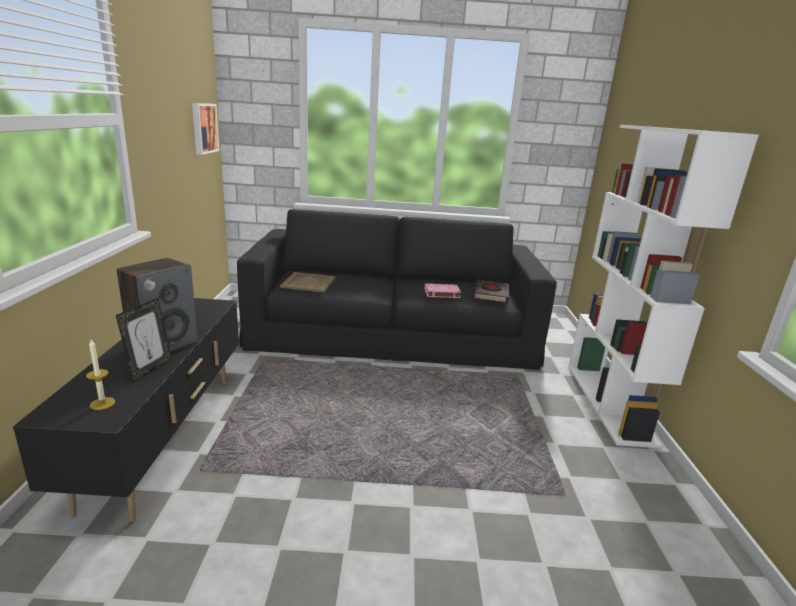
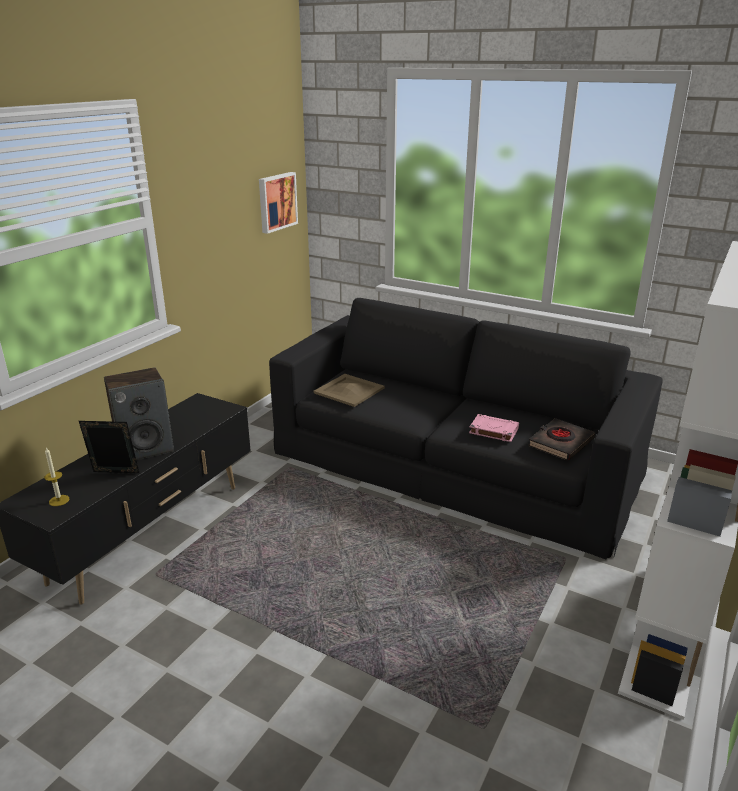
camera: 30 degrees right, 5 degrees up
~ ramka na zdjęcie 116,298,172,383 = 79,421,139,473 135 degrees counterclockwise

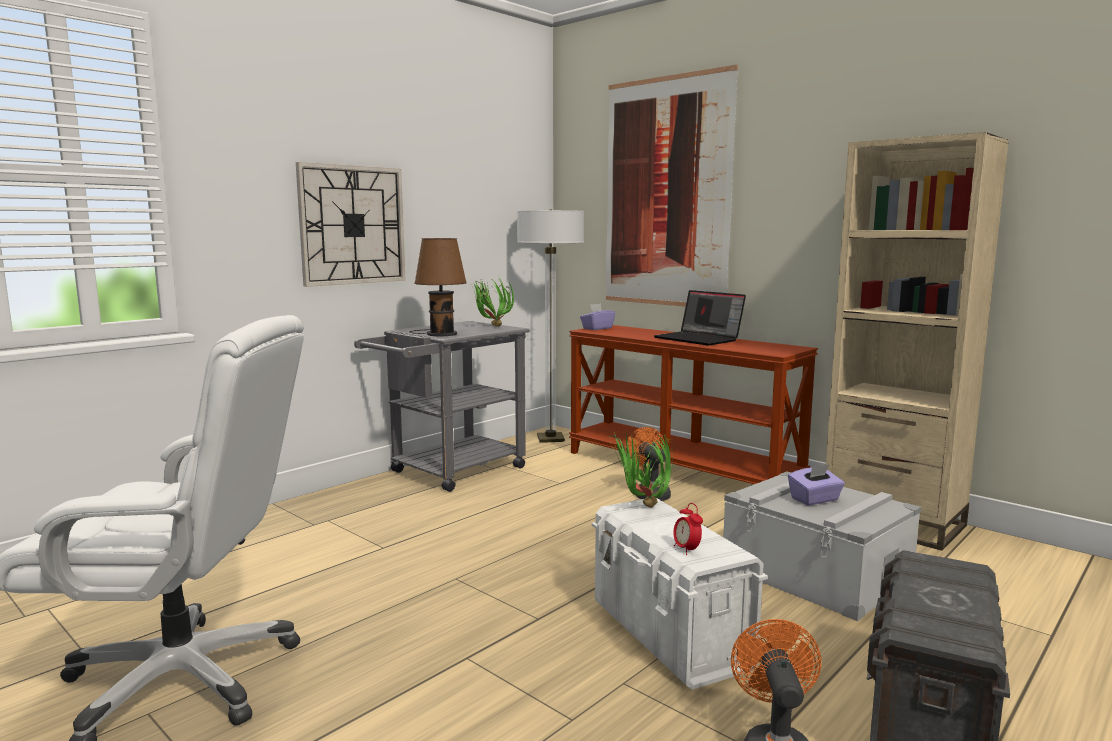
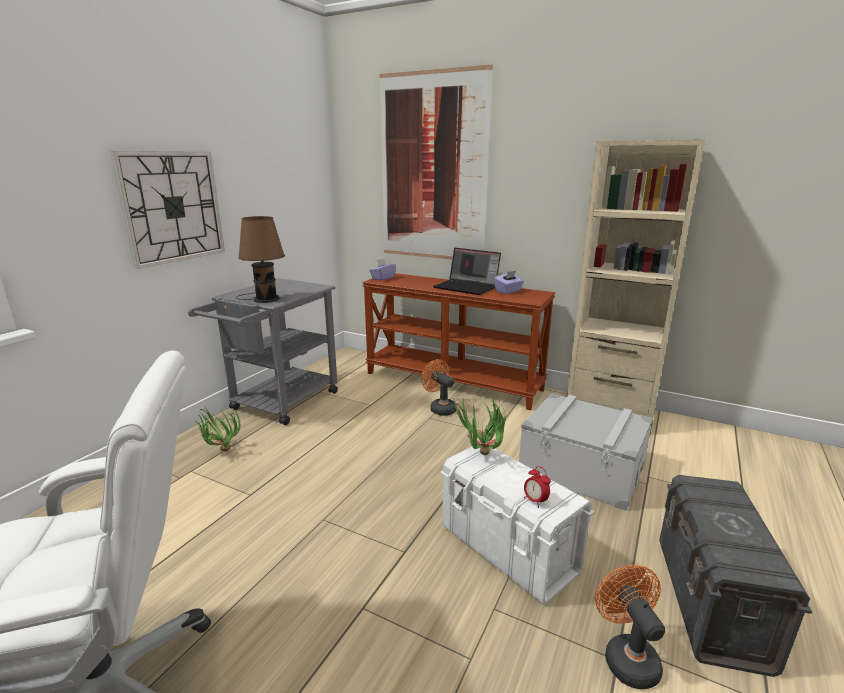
camera: 15 degrees left, 10 degrees up
- lampa stojąca 517,210,584,443
~ roślina doniczkowa 473,277,514,327 to 192,407,240,452
~ pudełko chusteczek/fioletowy 788,464,845,505 to 494,271,524,294

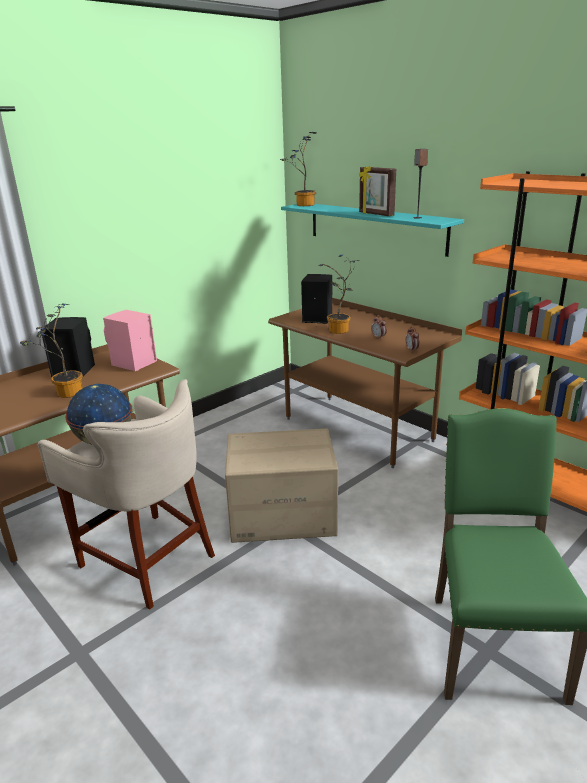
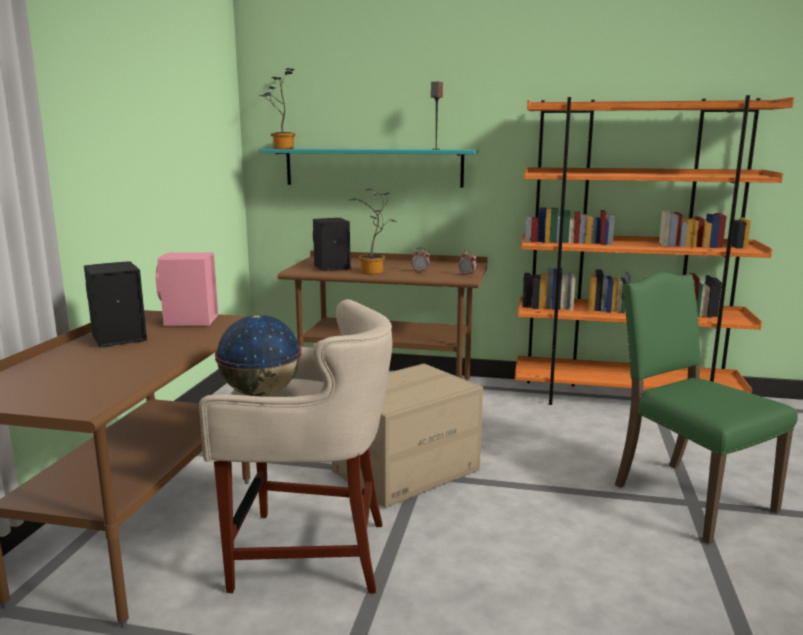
camera: 35 degrees left, 10 degrees down
- ramka na zdjęcie 359,166,396,216
- roślina doniczkowa 20,303,83,398

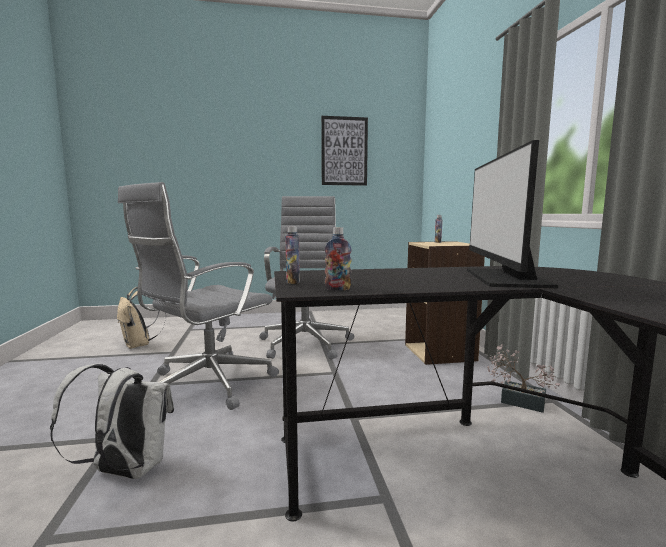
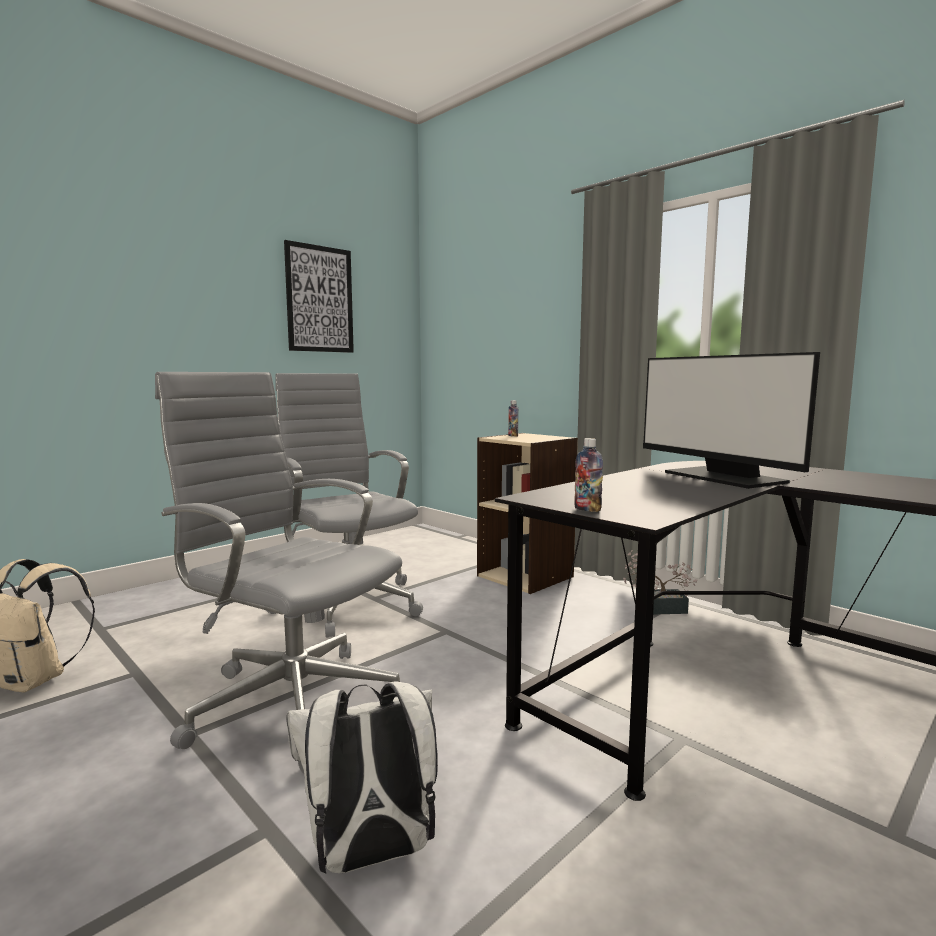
camera: 35 degrees left, 0 degrees up
~ krzesło biurowe/szary 118,182,279,410 = 155,372,402,774 120 degrees clockwise
- butelka 325,227,352,291

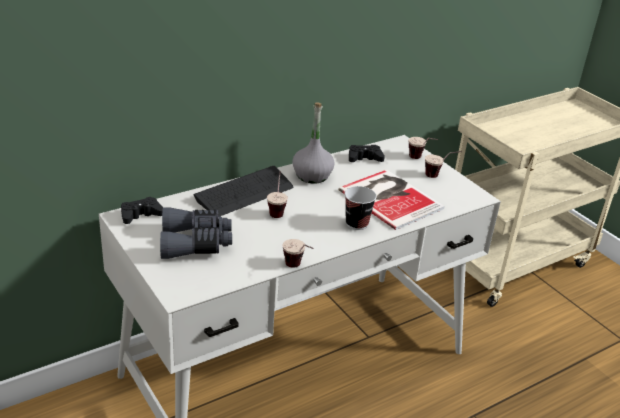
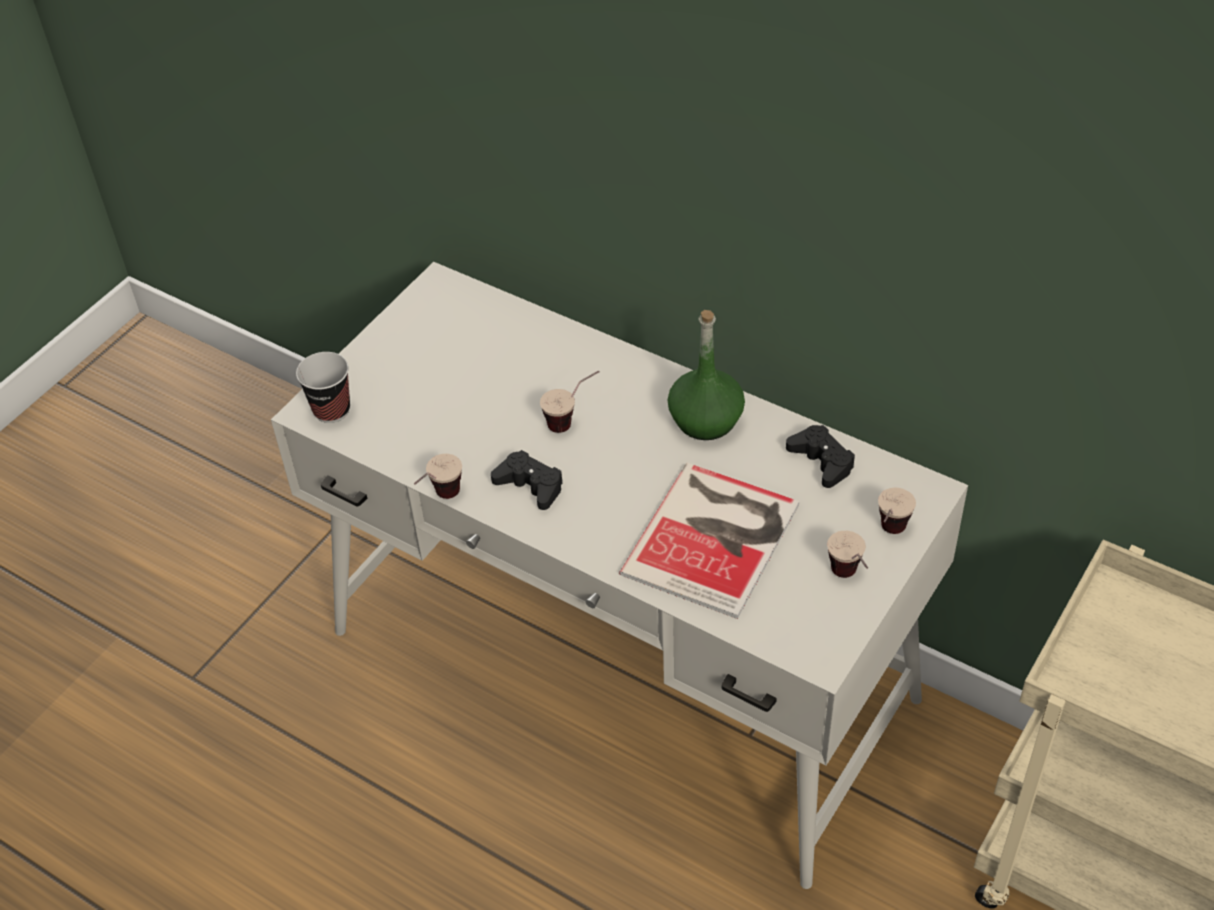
camera: 70 degrees right, 15 degrees up
~ butelka/szary 292,102,335,184 to butelka/zielony 668,310,745,440
- klawiatura 193,166,293,216
~ filiżanka 345,186,377,230 to 296,352,350,423
~ pad do gier/czarny 121,197,163,224 to 491,450,563,510
- lornetka/szary 160,207,232,259

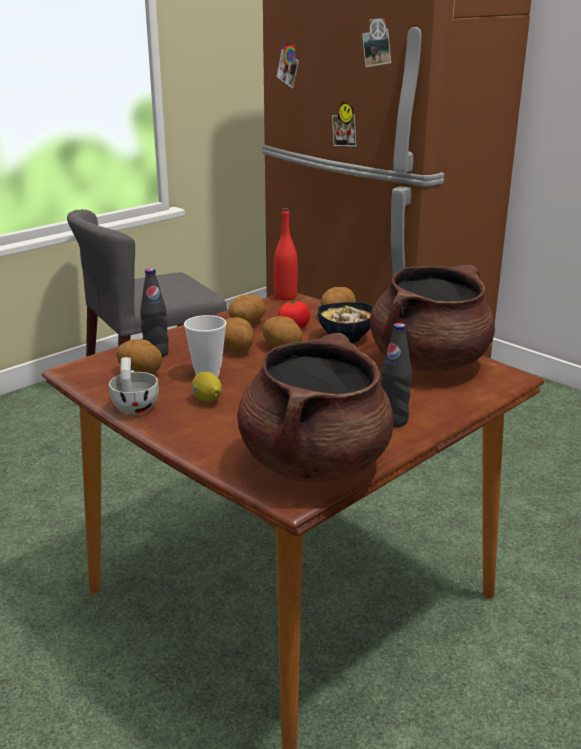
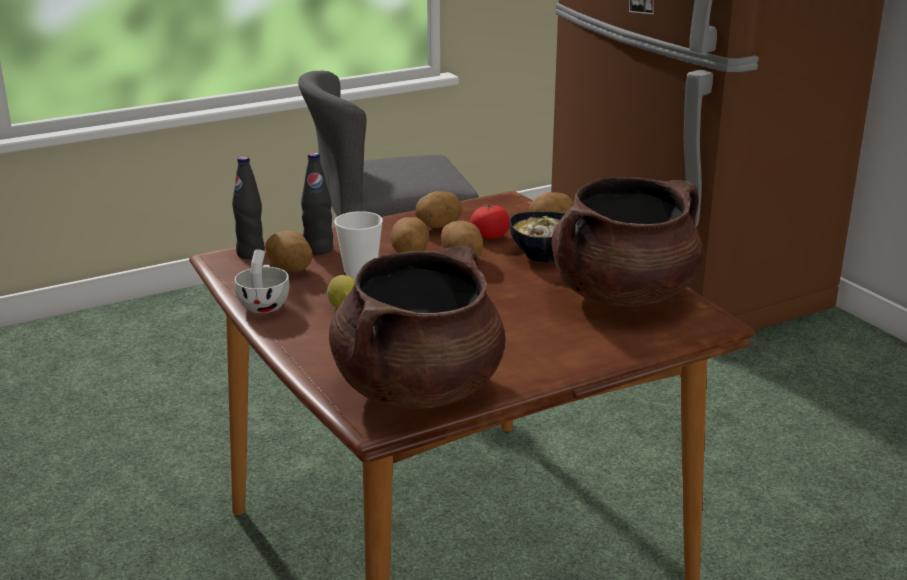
camera: 15 degrees right, 0 degrees up
- butelka/czerwony 274,208,298,300
~ butelka/czarny 381,323,412,427 to 232,156,265,259

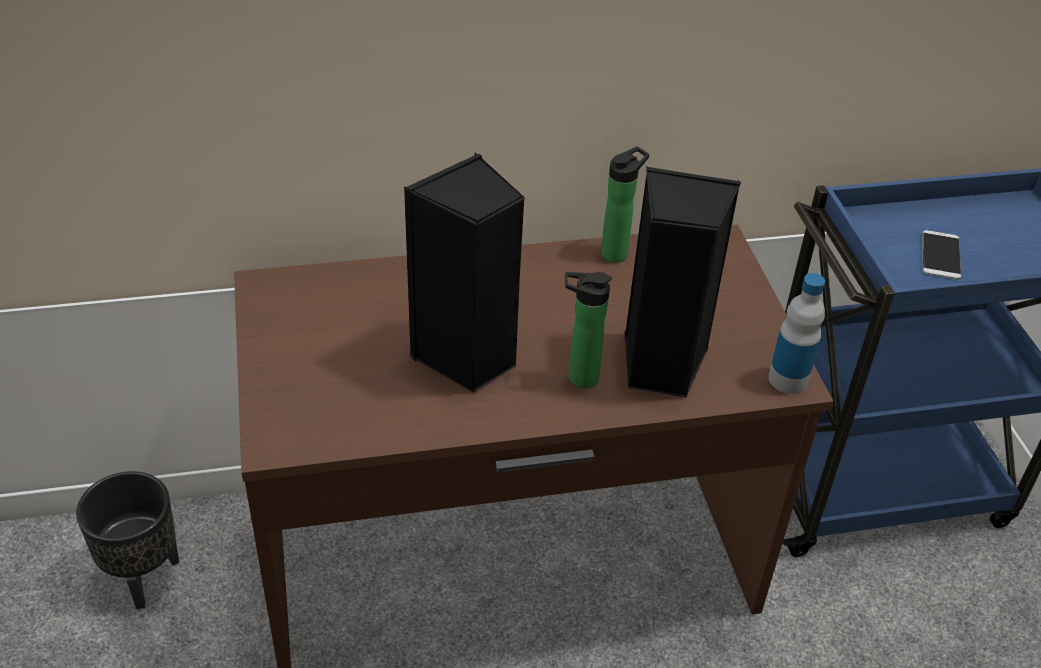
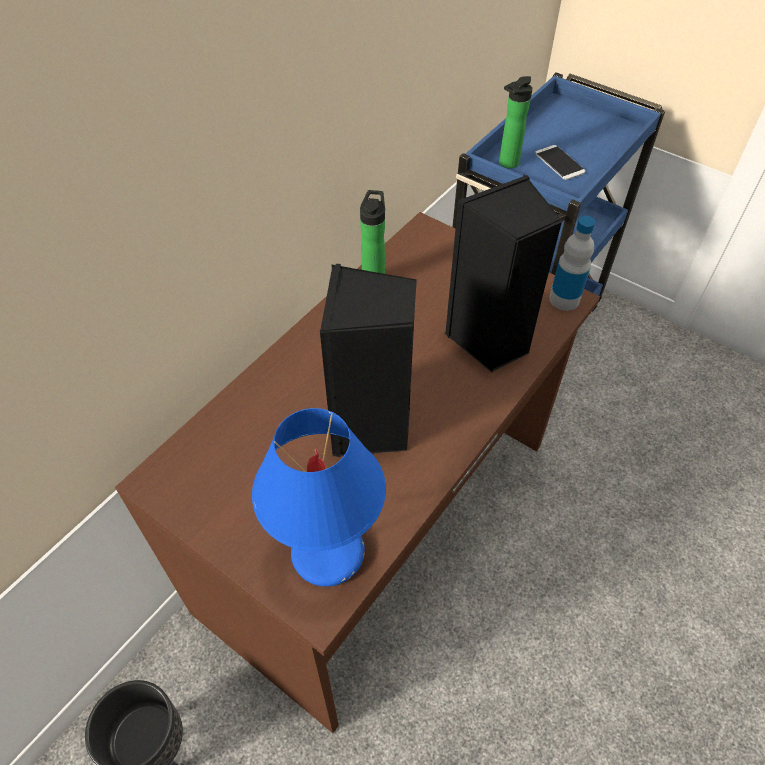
camera: 40 degrees left, 10 degrees up
~ butelka 565,272,612,388 to 499,76,533,169
+ lampa stołowa/niebieski 252,408,386,587

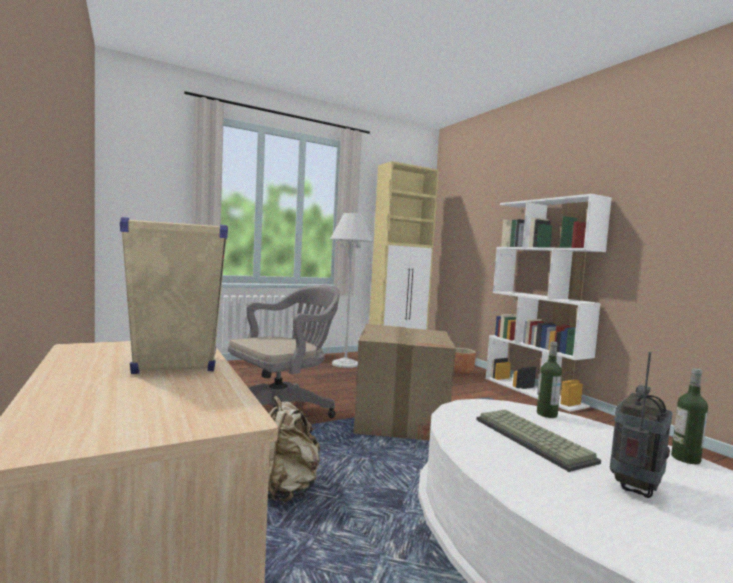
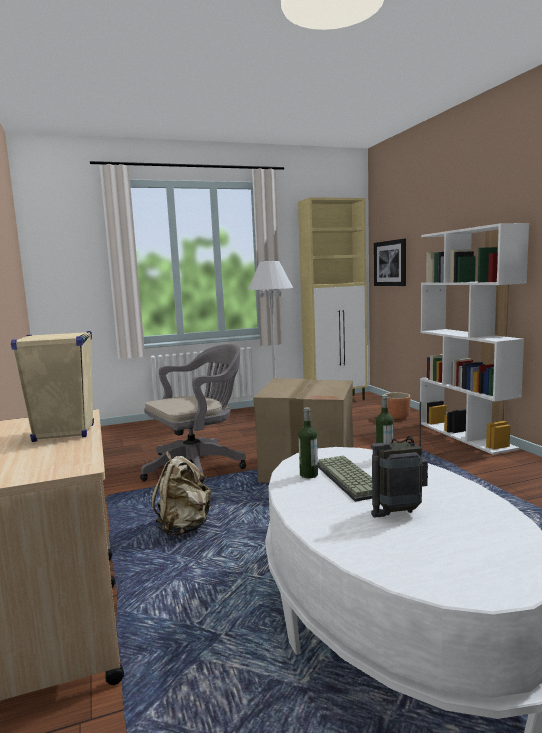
camera: 10 degrees right, 5 degrees up
~ radio 610,352,673,498 = 371,402,428,518 150 degrees counterclockwise
~ butelka 671,368,708,464 to 298,407,318,478
+ obraz 374,238,406,286

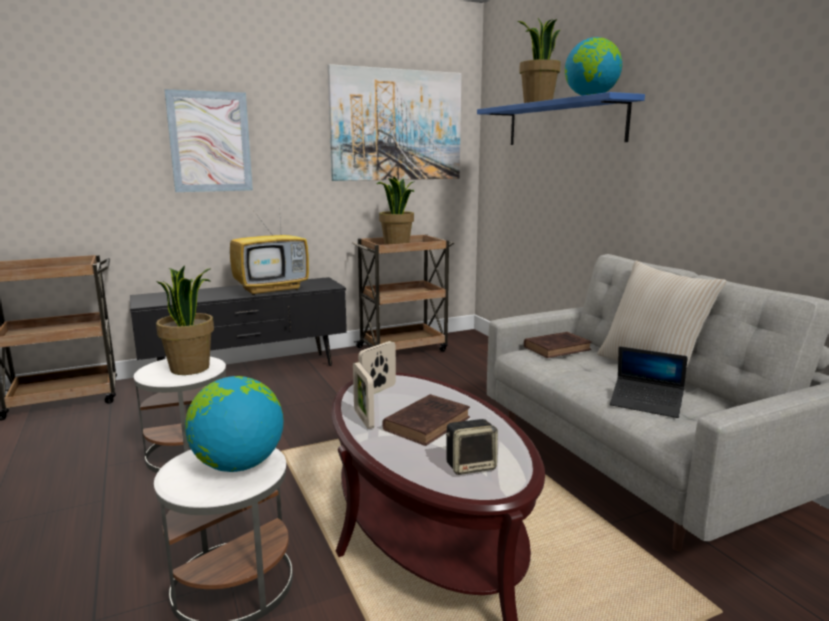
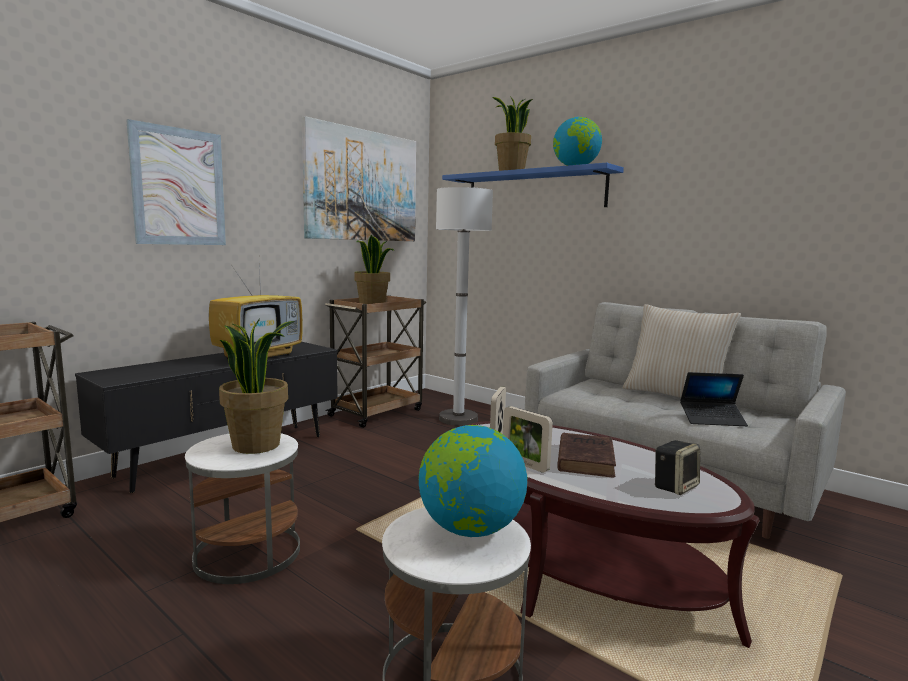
camera: 25 degrees left, 5 degrees down
- książka/brązowy 524,332,592,358
+ lampa stojąca/biały 436,187,493,426

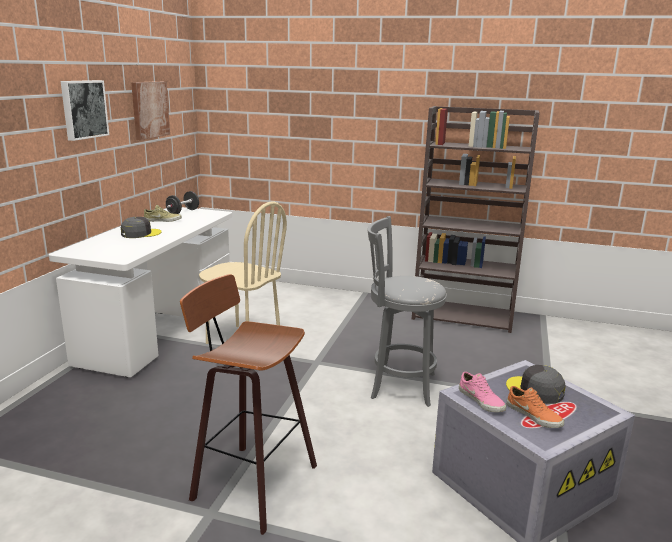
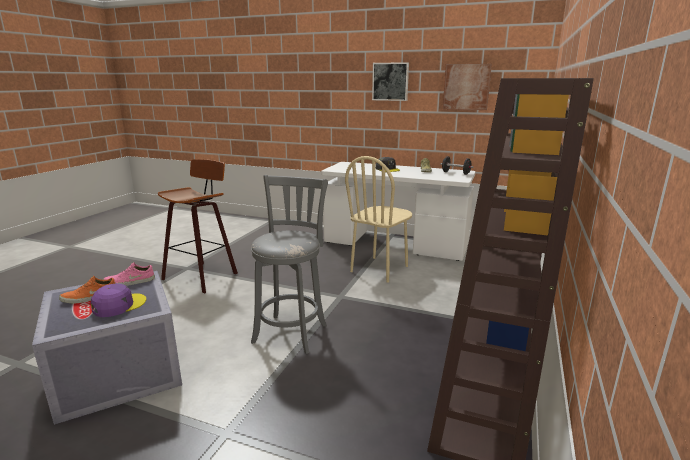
camera: 95 degrees right, 0 degrees up
~ czapka z daszkiem/szary 506,365,566,404 to czapka z daszkiem/fioletowy 91,283,146,317

